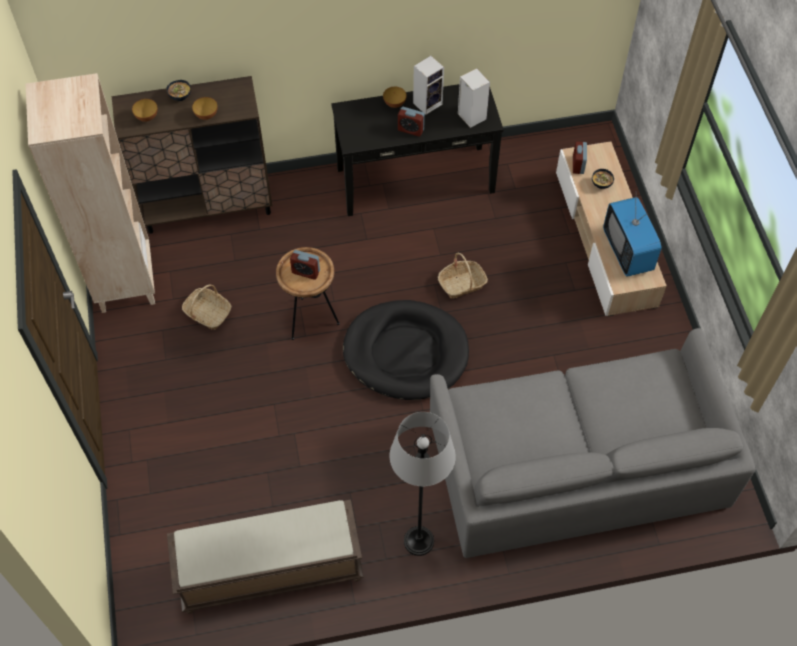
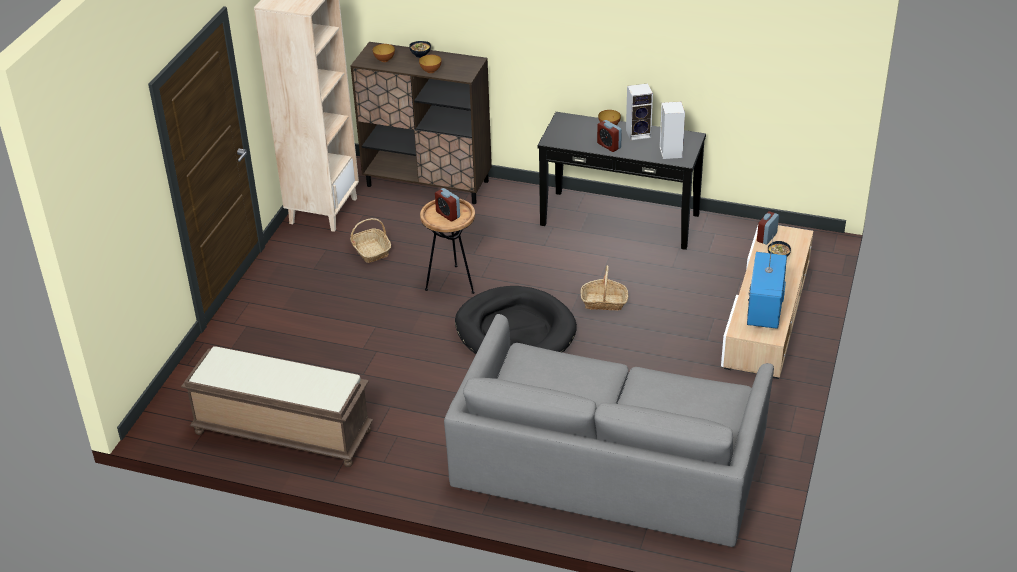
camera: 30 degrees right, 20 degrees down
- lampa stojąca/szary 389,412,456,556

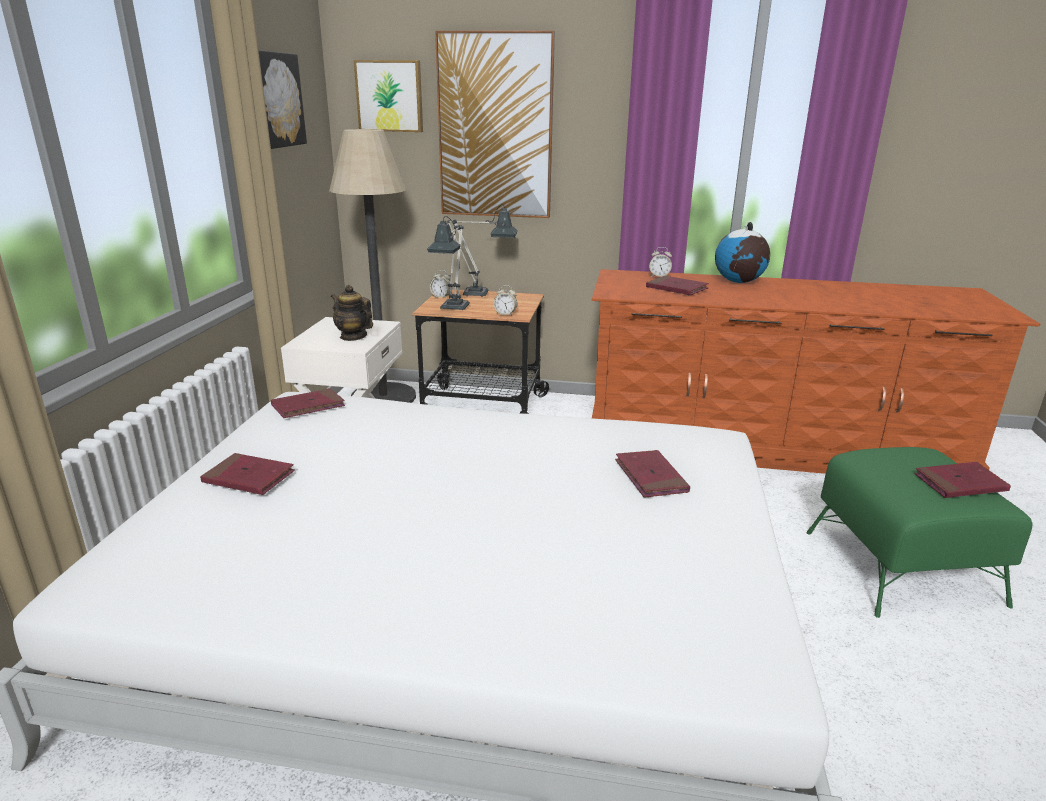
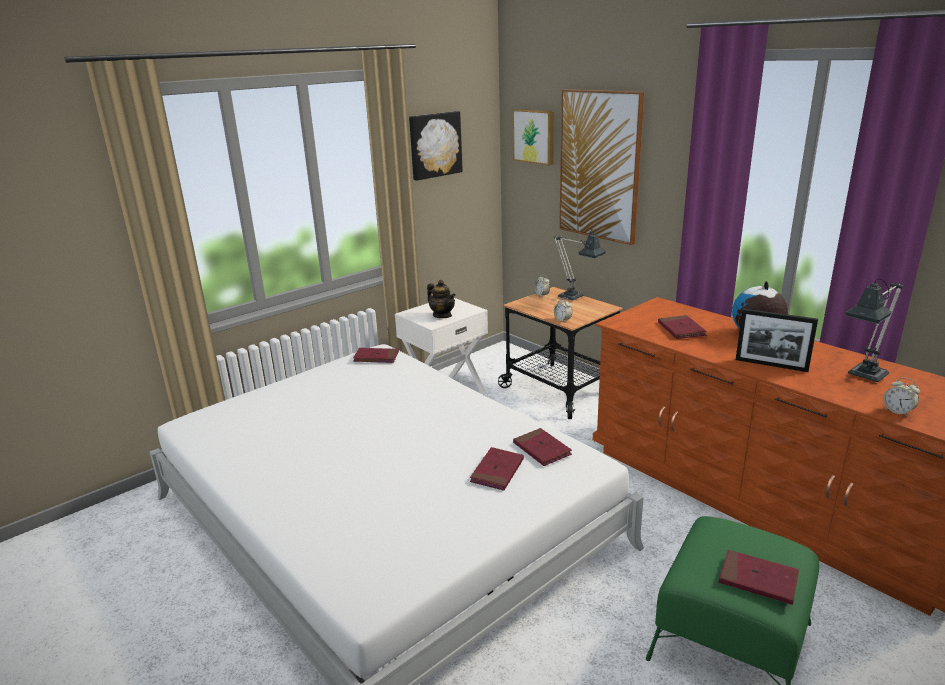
camera: 40 degrees right, 0 degrees up
- lampa stojąca 329,129,416,403
~ lampa stołowa 427,216,470,310 to 846,279,903,382
~ budzik 649,247,672,277 to 883,377,920,417
~ imbryk 331,285,373,341 = 427,280,456,318 150 degrees clockwise
~ książka/czerwony 200,453,295,495 to 513,428,572,466
+ ramka na zdjęcie 736,308,818,372

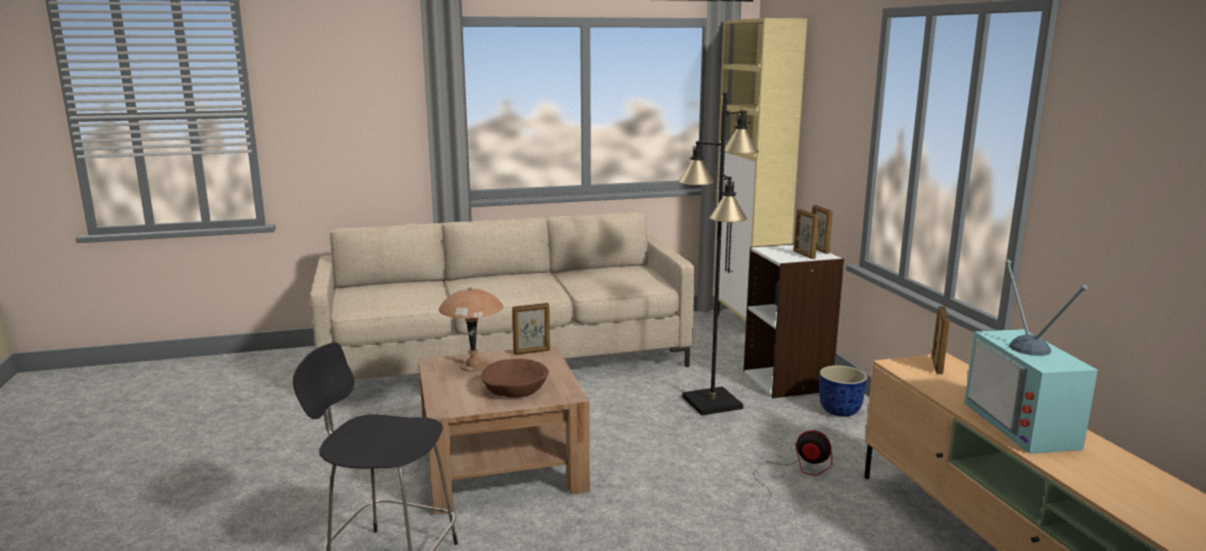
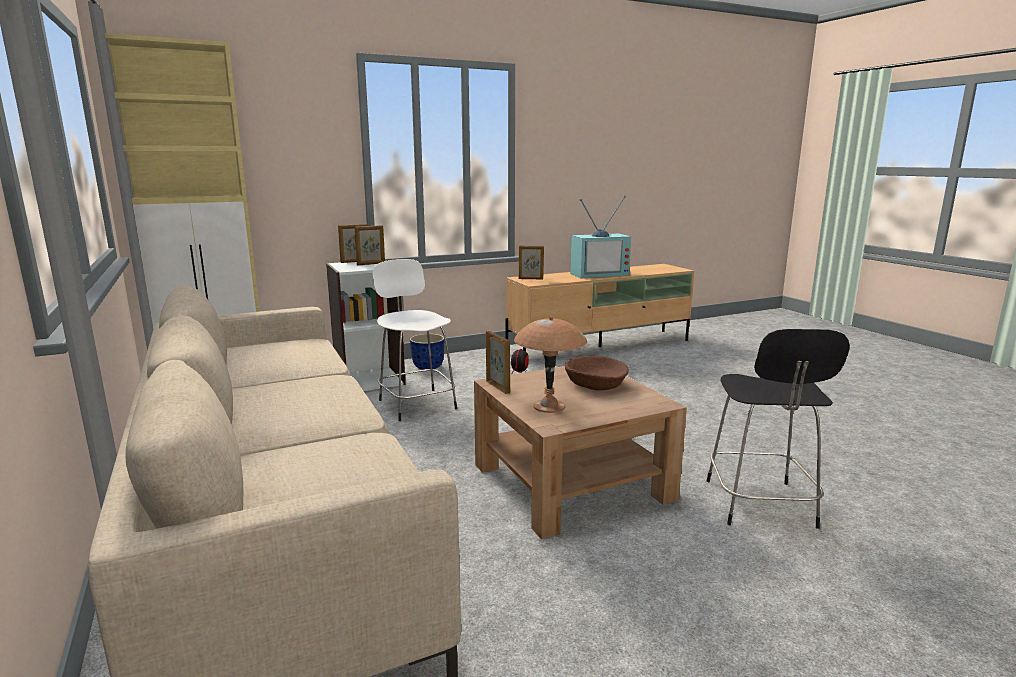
camera: 100 degrees left, 0 degrees up
~ lampa stojąca/czarny 678,93,759,416 to stołek/biały 372,259,457,421

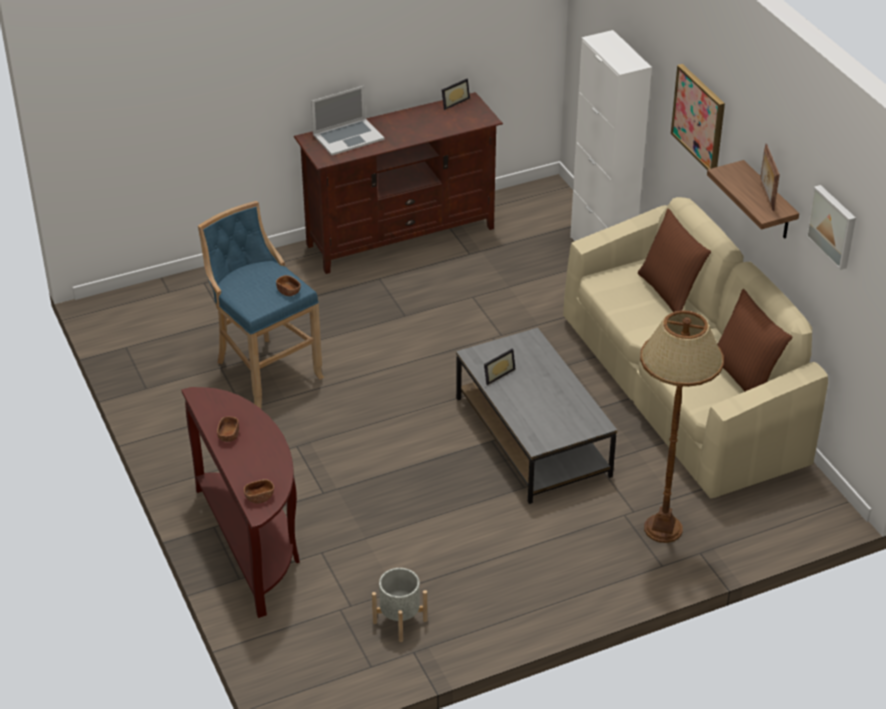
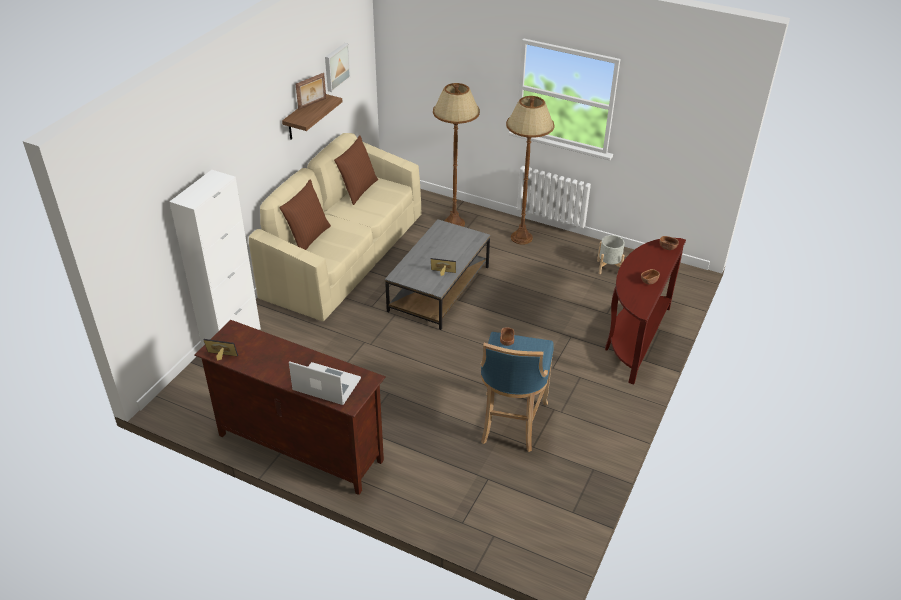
camera: 130 degrees left, 0 degrees up
- obraz 671,64,725,170
+ lampa stojąca/brązowy 506,96,554,245

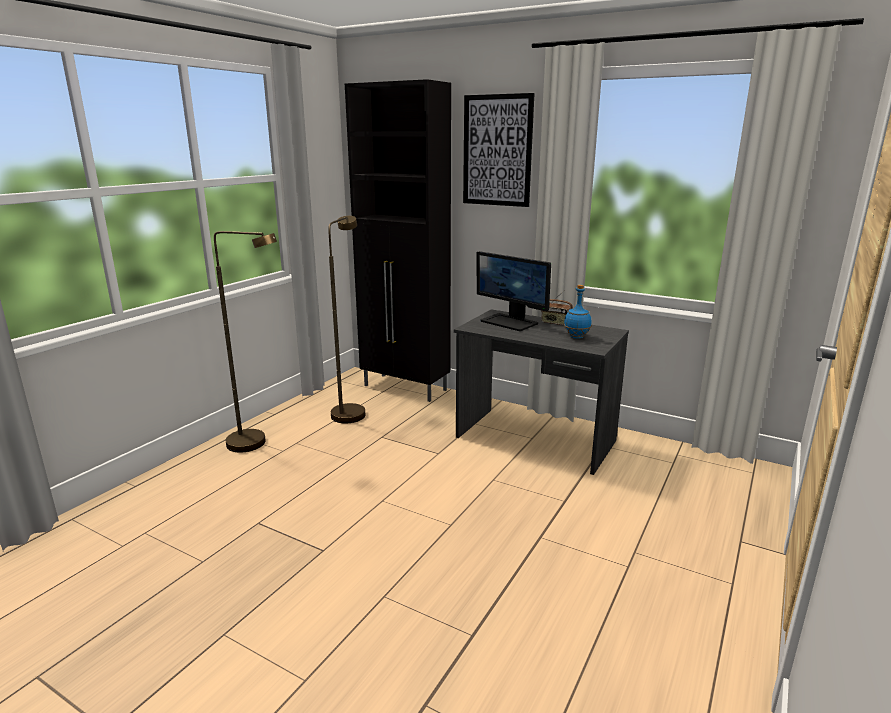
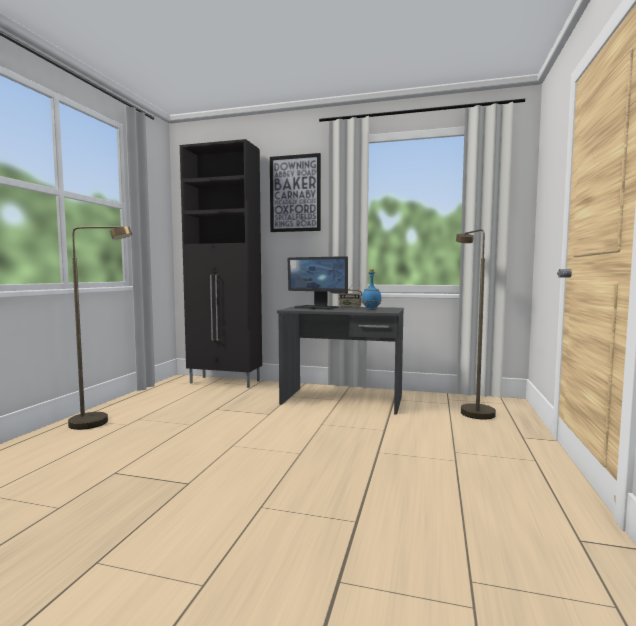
camera: 15 degrees left, 15 degrees down
~ lampa stojąca/brązowy 328,216,365,423 to 456,229,496,420

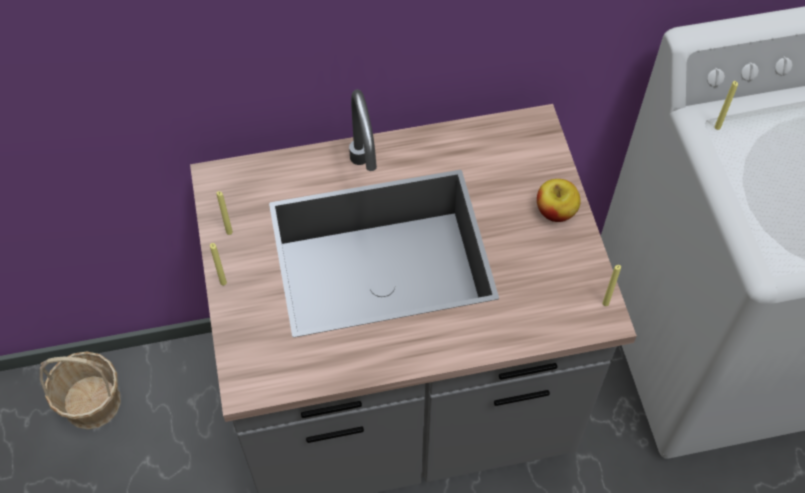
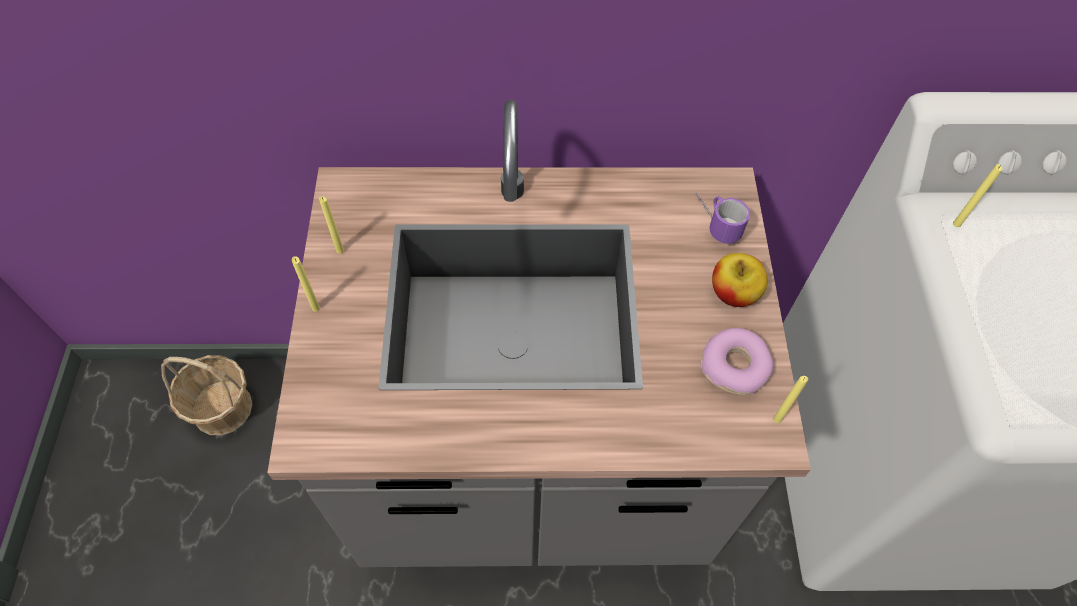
camera: 10 degrees right, 0 degrees up
+ kubek 695,192,750,244
+ donut 701,328,774,395

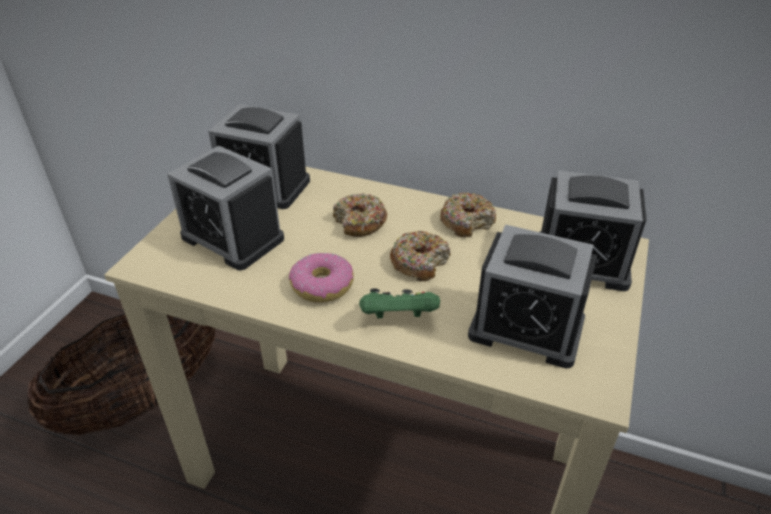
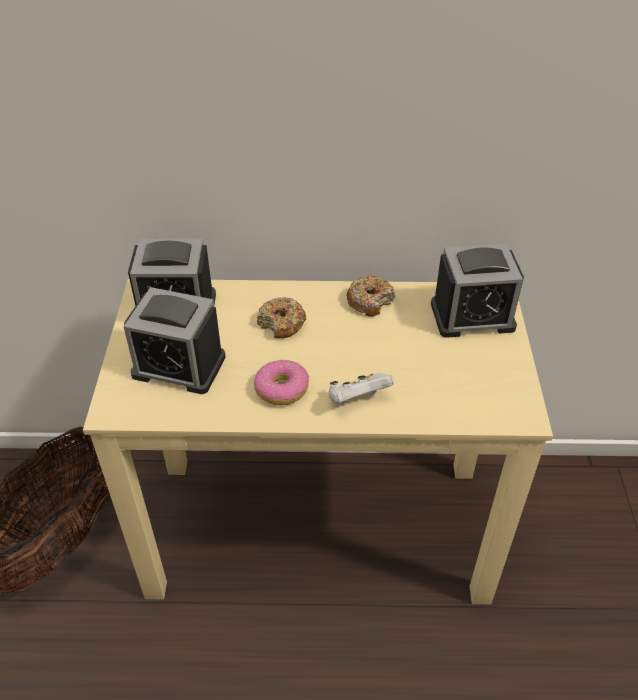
camera: 20 degrees left, 5 degrees up
- budzik 468,225,597,369
- donut 390,231,451,281
~ pad do gier/zielony 359,288,440,319 to pad do gier/biały 329,373,394,405

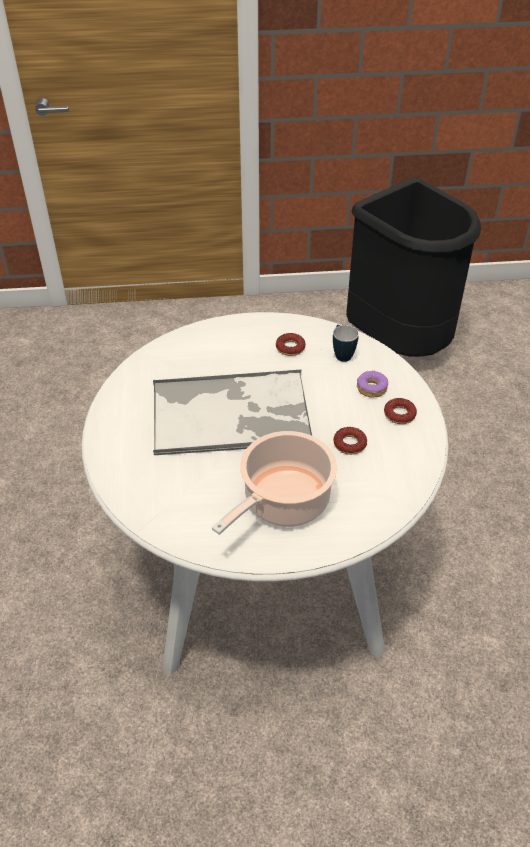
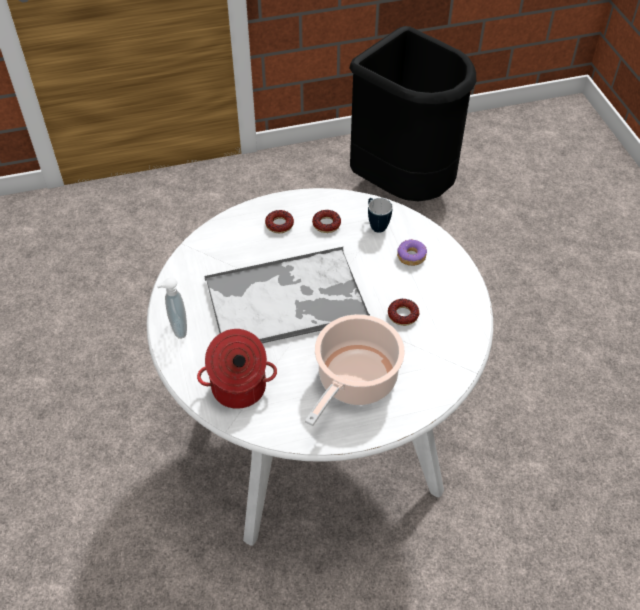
camera: 10 degrees left, 5 degrees up
~ donut 384,398,417,424 to 265,210,294,233
+ dozownik mydła 156,278,187,339
+ garnek 197,329,277,409

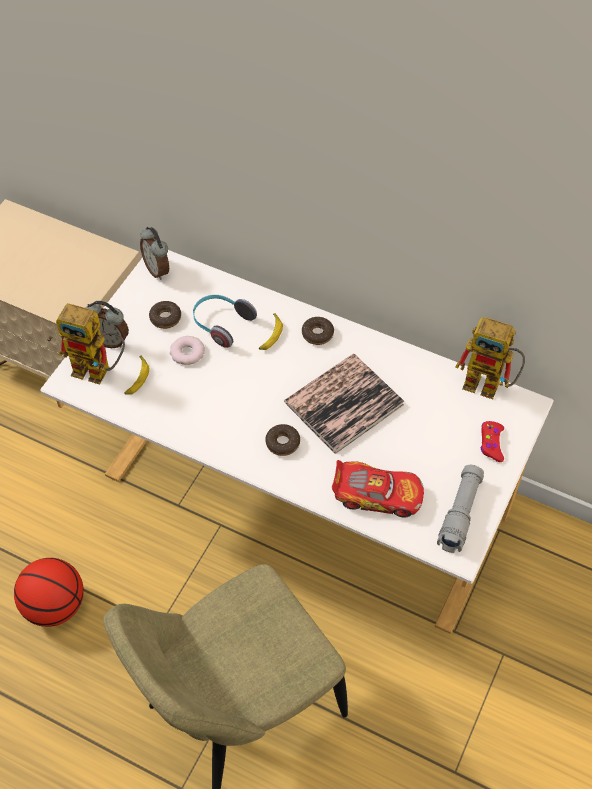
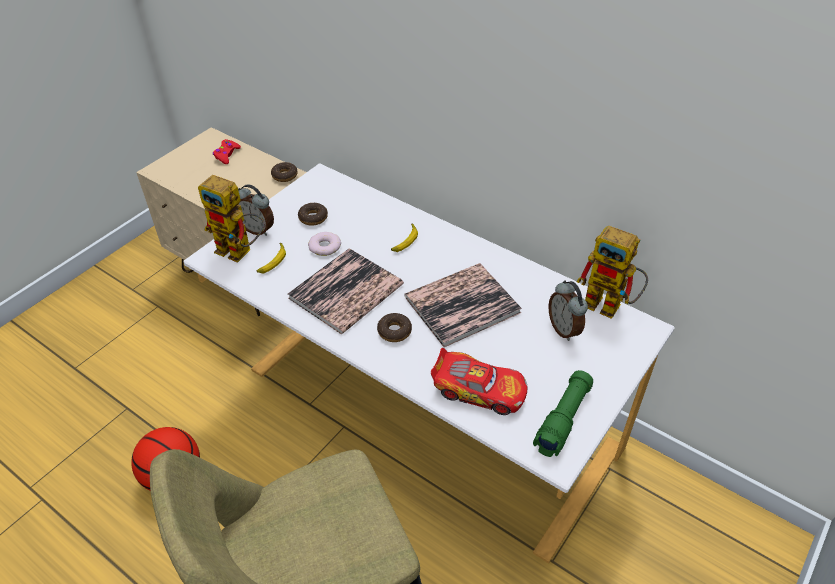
camera: 10 degrees right, 10 degrees down
~ budzik 140,227,169,280 to 548,280,588,341
- słuchawki 193,295,257,348
~ donut 302,317,334,345 to 271,162,298,182
~ pad do gier/czerwony 481,421,504,462 to 213,139,241,164
~ latarka/szary 437,465,484,553 to latarka/zielony 533,370,593,457
+ książka 288,248,404,334

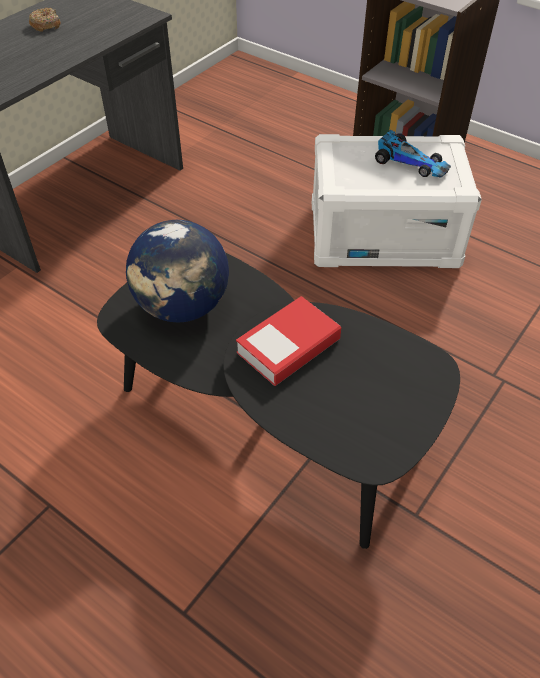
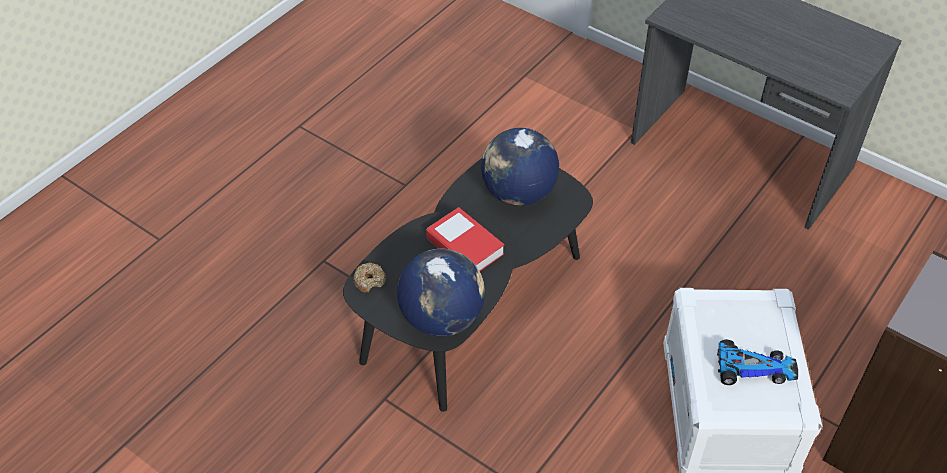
camera: 90 degrees right, 0 degrees up
~ donut 29,8,60,31 to 353,263,386,292
~ samochodzik 375,130,451,178 = 717,339,798,385 120 degrees counterclockwise
+ globus 397,249,485,337

